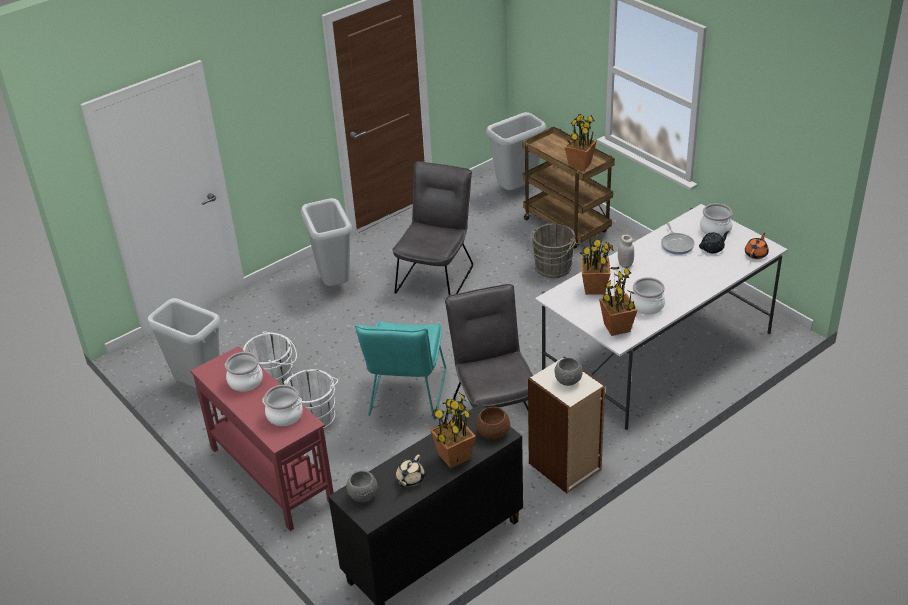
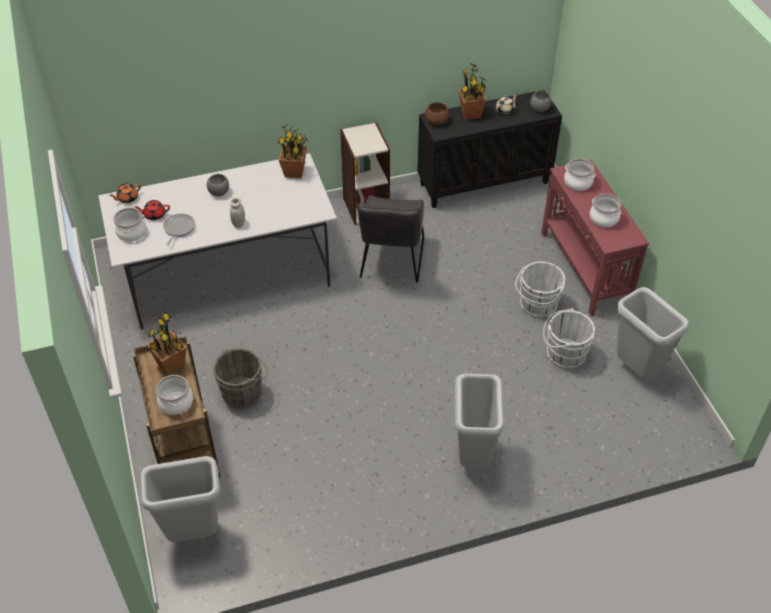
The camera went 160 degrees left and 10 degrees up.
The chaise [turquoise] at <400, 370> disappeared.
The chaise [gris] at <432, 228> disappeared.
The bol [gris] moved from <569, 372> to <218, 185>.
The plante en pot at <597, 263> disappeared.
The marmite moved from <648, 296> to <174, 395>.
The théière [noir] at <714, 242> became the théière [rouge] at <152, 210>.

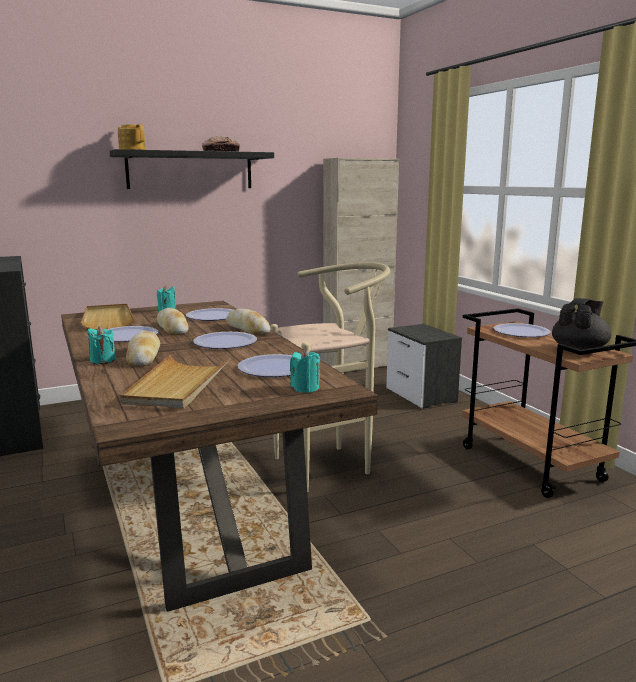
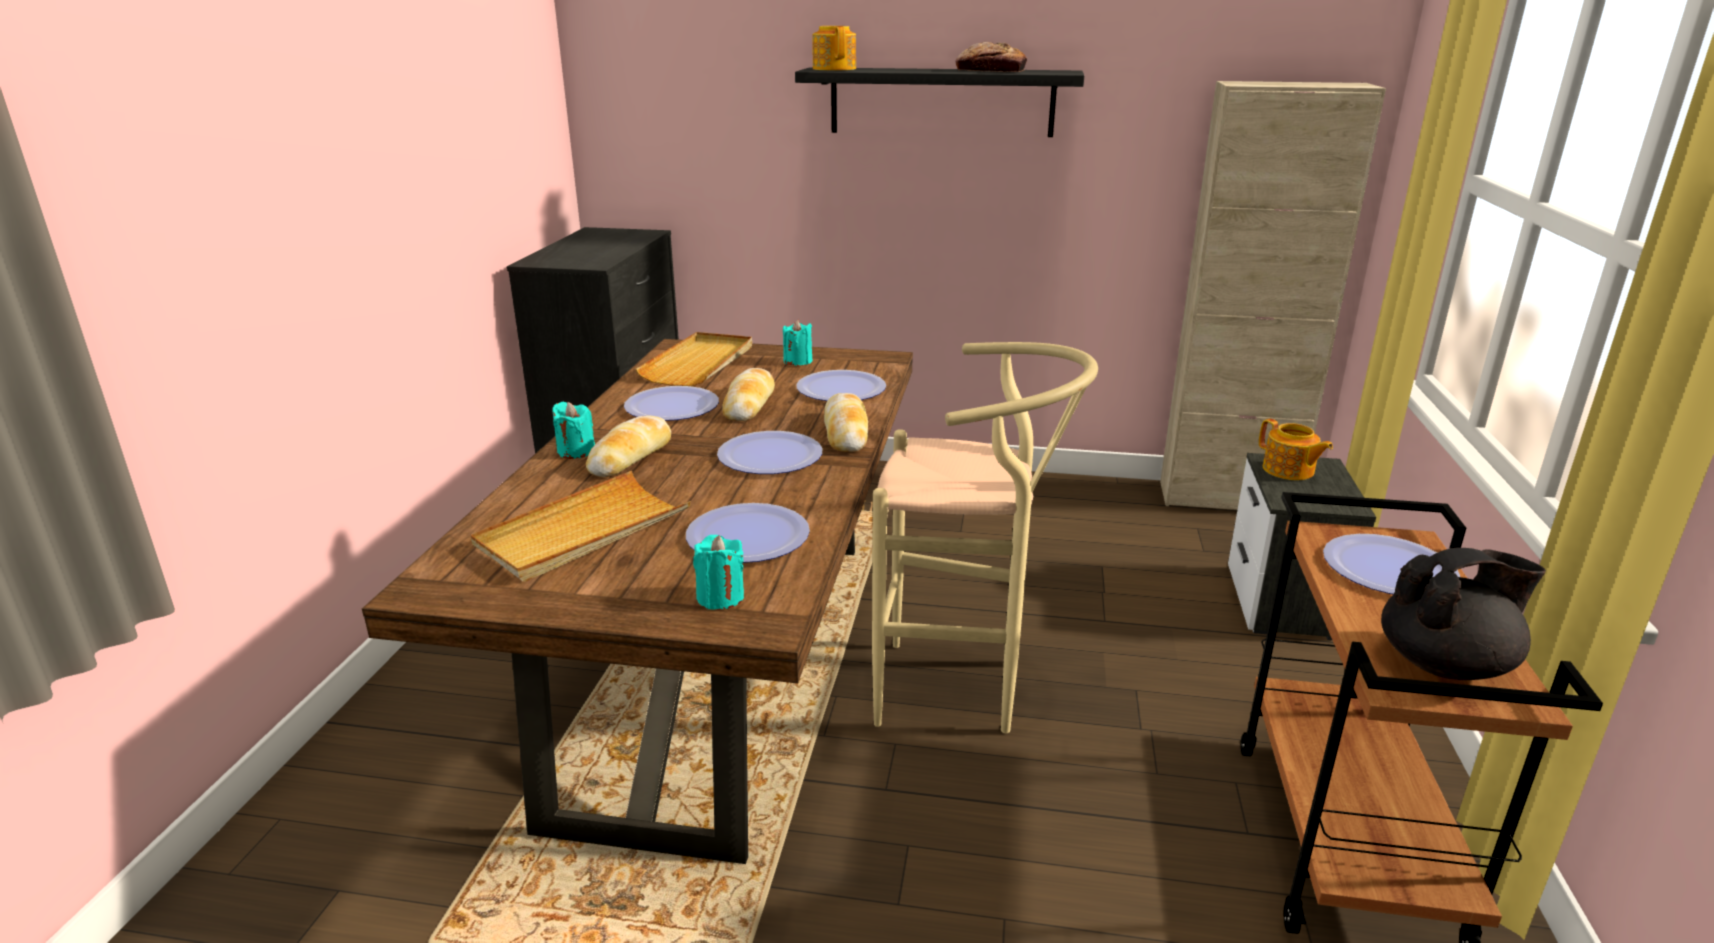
The camera went 35 degrees right and 10 degrees up.
The théière at <1296, 449> appeared.

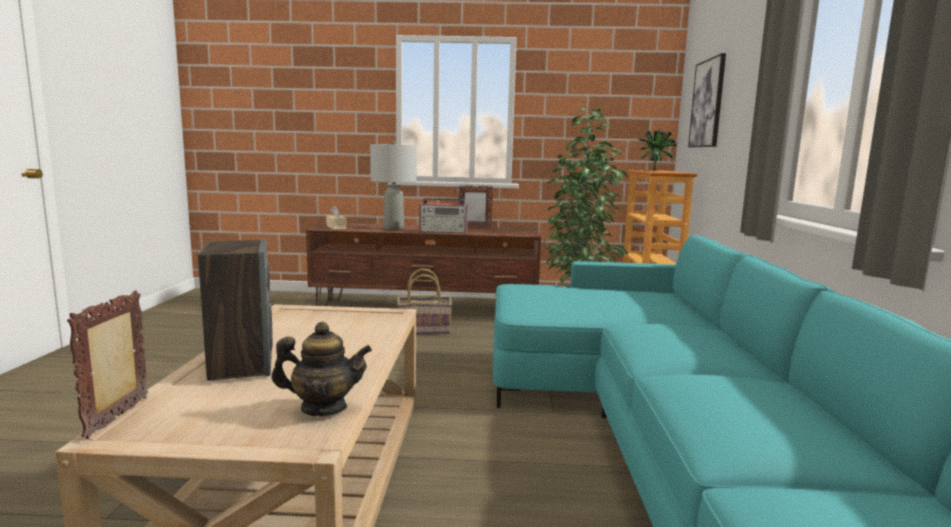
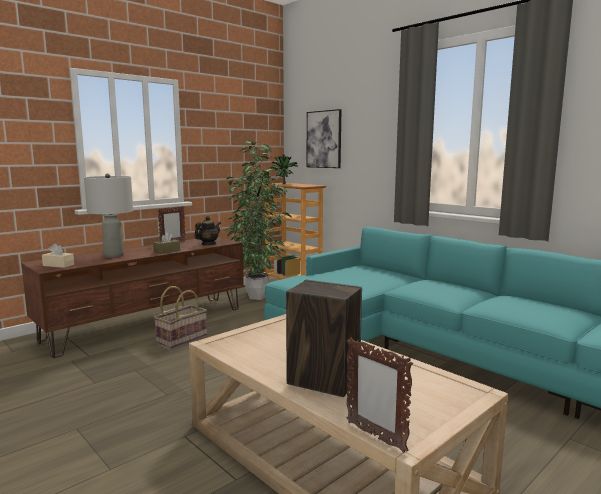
The camera went 45 degrees left and 0 degrees up.
The théière moved from <321, 369> to <207, 230>.
The radio at <443, 216> was replaced by the boîte à mouchoirs [marron] at <166, 243>.

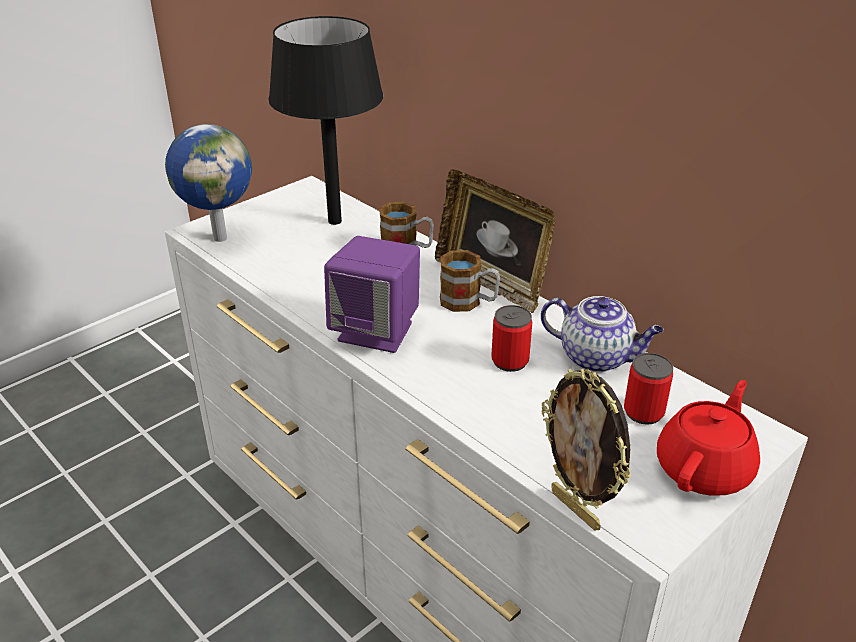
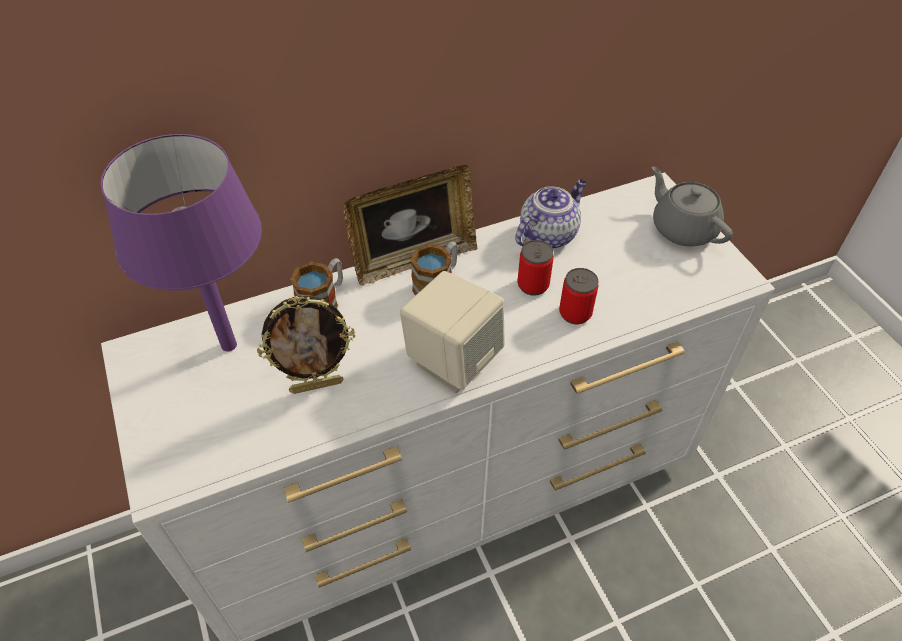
The camera went 70 degrees left and 15 degrees up.
The globe at <208, 183> disappeared.
The lampe de table [noir] at <325, 120> became the lampe de table [violet] at <181, 243>.
The enceinte [violet] at <372, 294> became the enceinte [beige] at <452, 332>.
The cadre photo moved from <586, 450> to <306, 344>.
The boîte métallique moved from <648, 389> to <579, 296>.
The théière [rouge] at <708, 438> became the théière [gris] at <692, 206>.

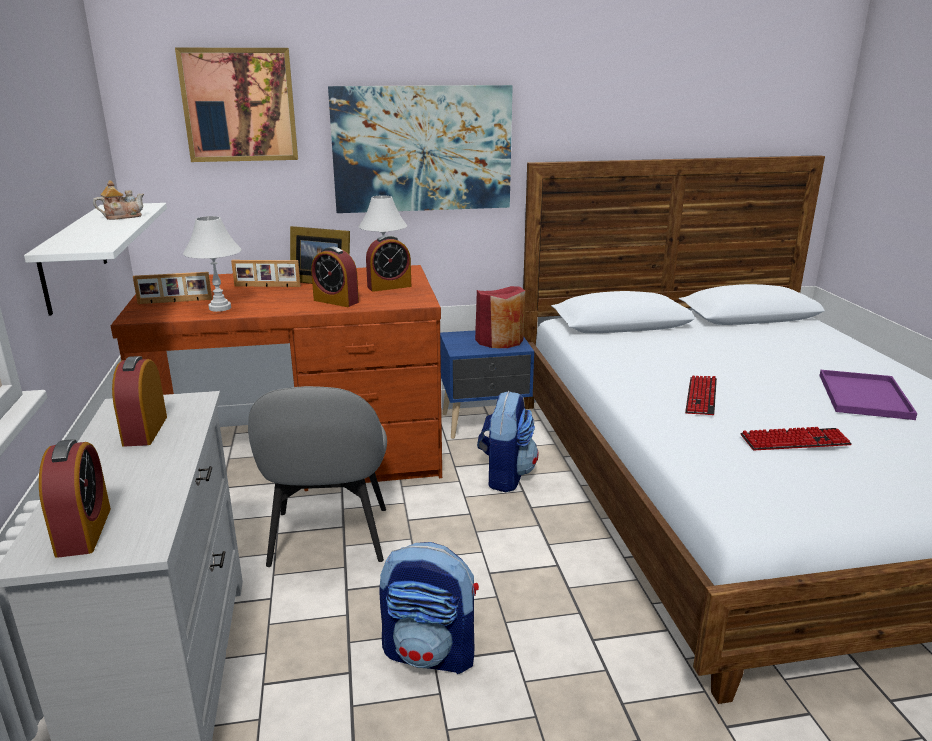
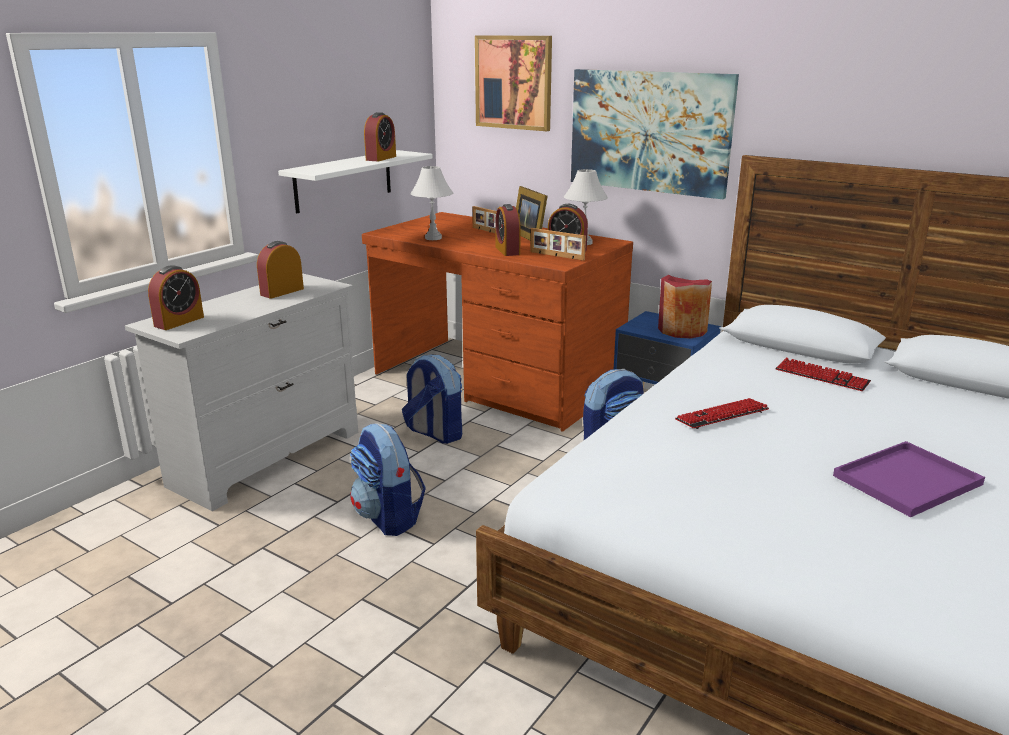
The camera went 45 degrees right and 0 degrees up.
The théière at <118, 200> was replaced by the réveil at <380, 136>.
The cadre photo moved from <172, 288> to <558, 244>.
The chaise [gris] at <317, 476> was replaced by the sac à dos at <432, 399>.
The clavier moved from <796, 438> to <823, 374>.

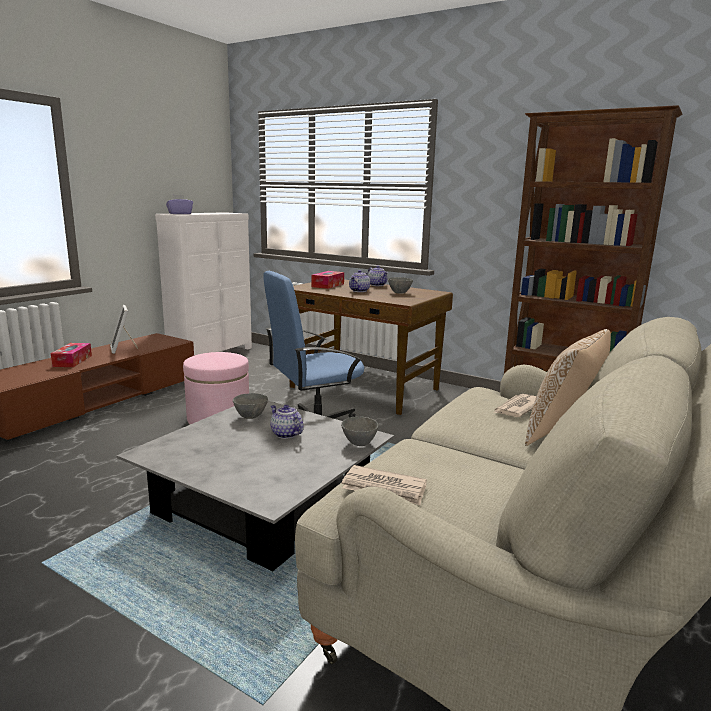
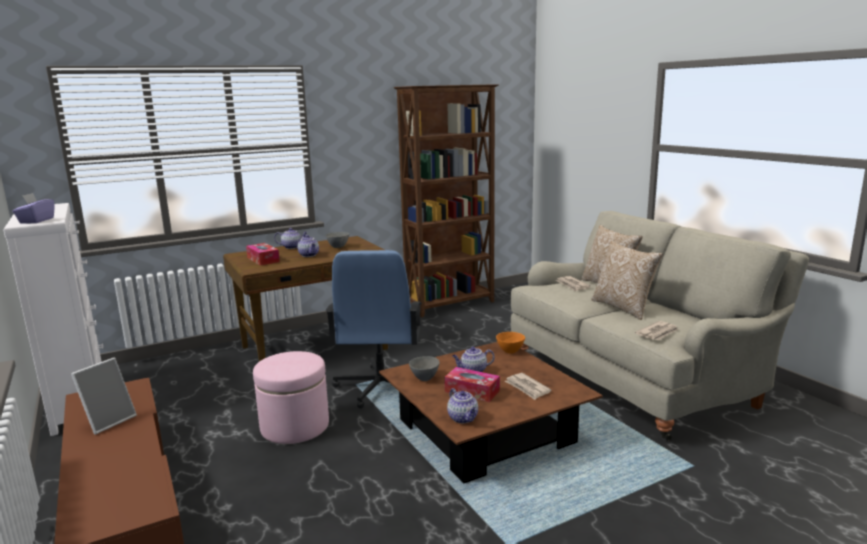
The camera went 60 degrees left and 0 degrees up.
The boîte à mouchoirs moved from <71, 355> to <472, 384>.
The cadre photo at <124, 329> turned 60 degrees counterclockwise.
The table basse [gris] at <255, 486> became the table basse [marron] at <491, 412>.
The bol [gris] at <360, 431> became the bol [orange] at <510, 343>.
The théière at <462, 405> appeared.
The journal at <528, 386> appeared.
The coussin at <627, 280> appeared.

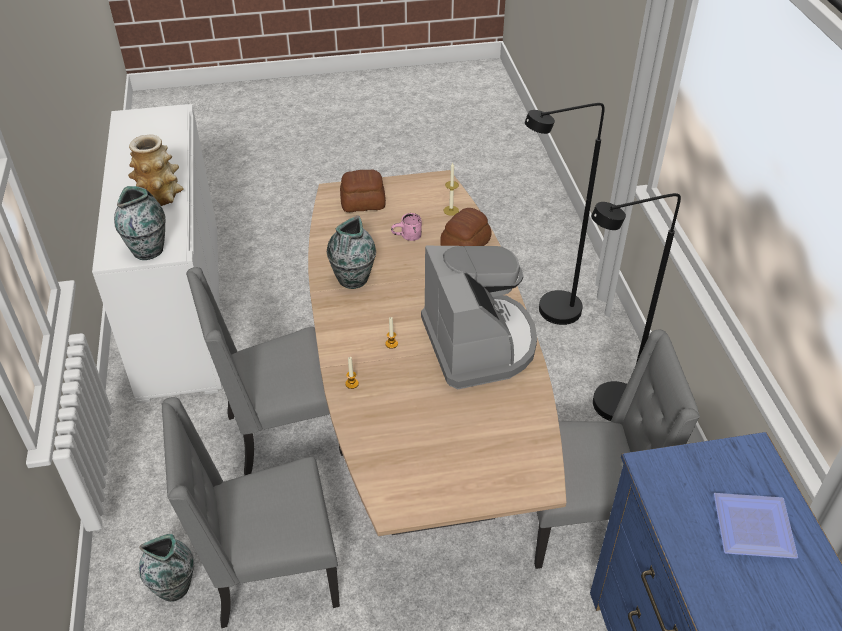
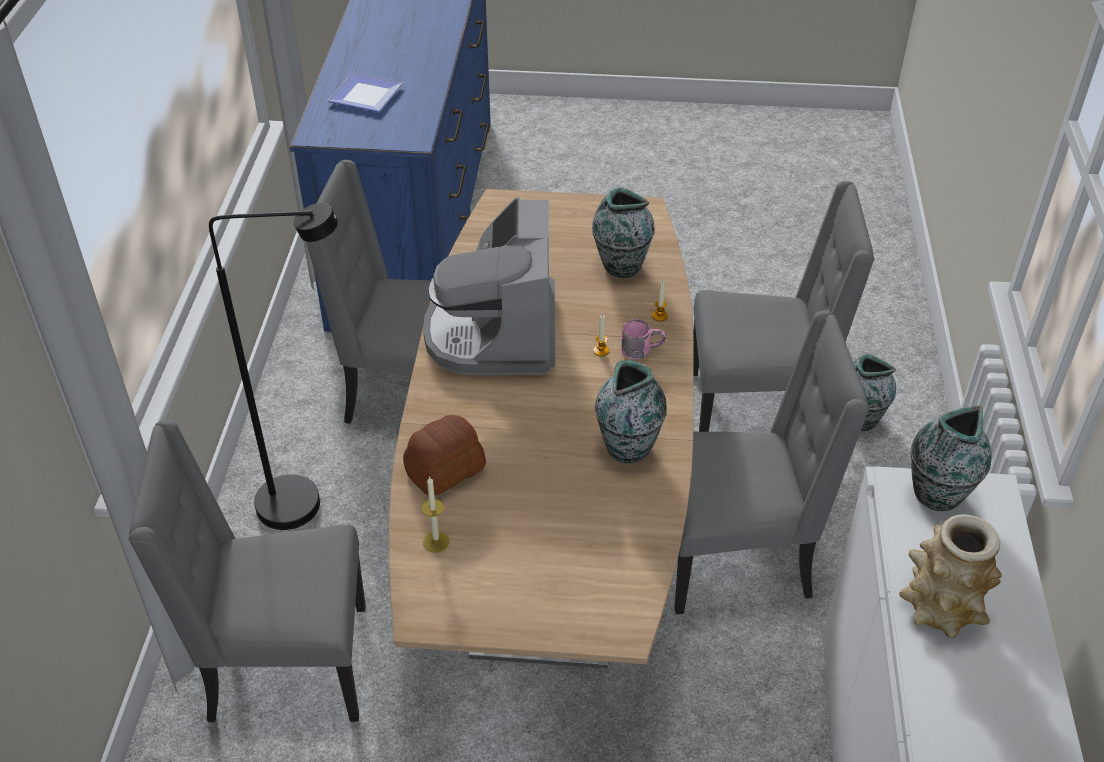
The camera went 165 degrees left and 0 degrees up.
The pain at <363, 190> disappeared.
The mug [rose] moved from <406, 227> to <643, 339>.
The lampadaire [noir] at <565, 214> was replaced by the chaise [gris] at <247, 571>.
The vase at <623, 232> appeared.

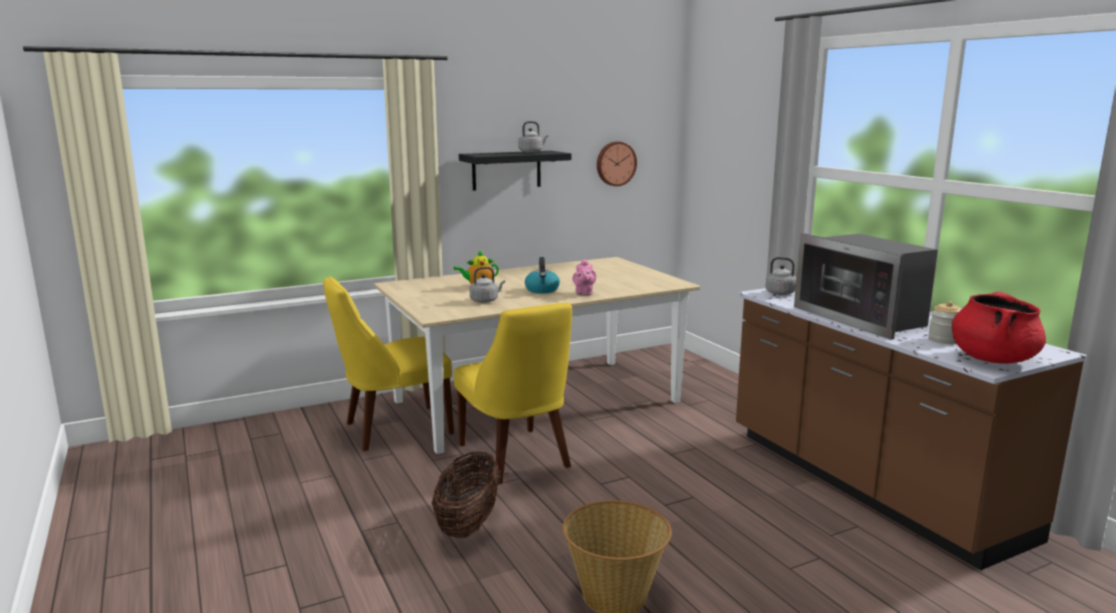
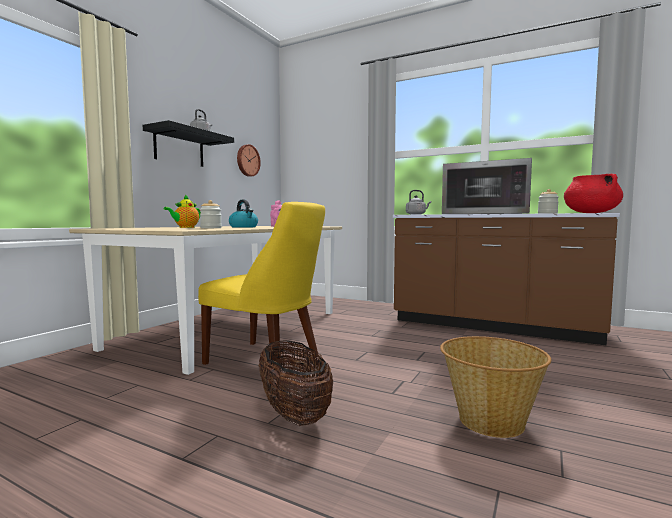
The camera went 35 degrees left and 10 degrees down.
The chaise [jaune] at <388, 364> disappeared.
The bouilloire [gris] at <487, 285> was replaced by the bocal at <211, 214>.

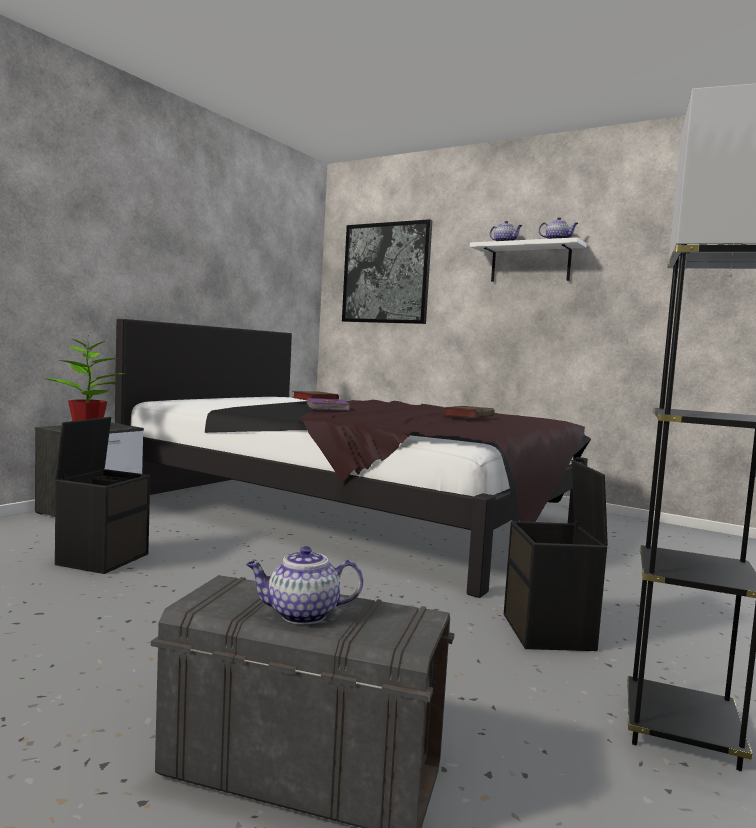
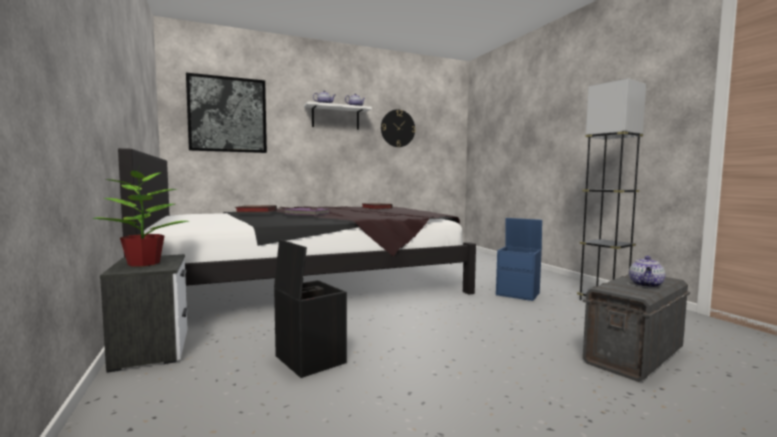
The camera went 55 degrees left and 0 degrees up.
The boîte de rangement [noir] at <556, 555> became the boîte de rangement [bleu] at <519, 259>.
The horloge murale at <398, 128> appeared.

